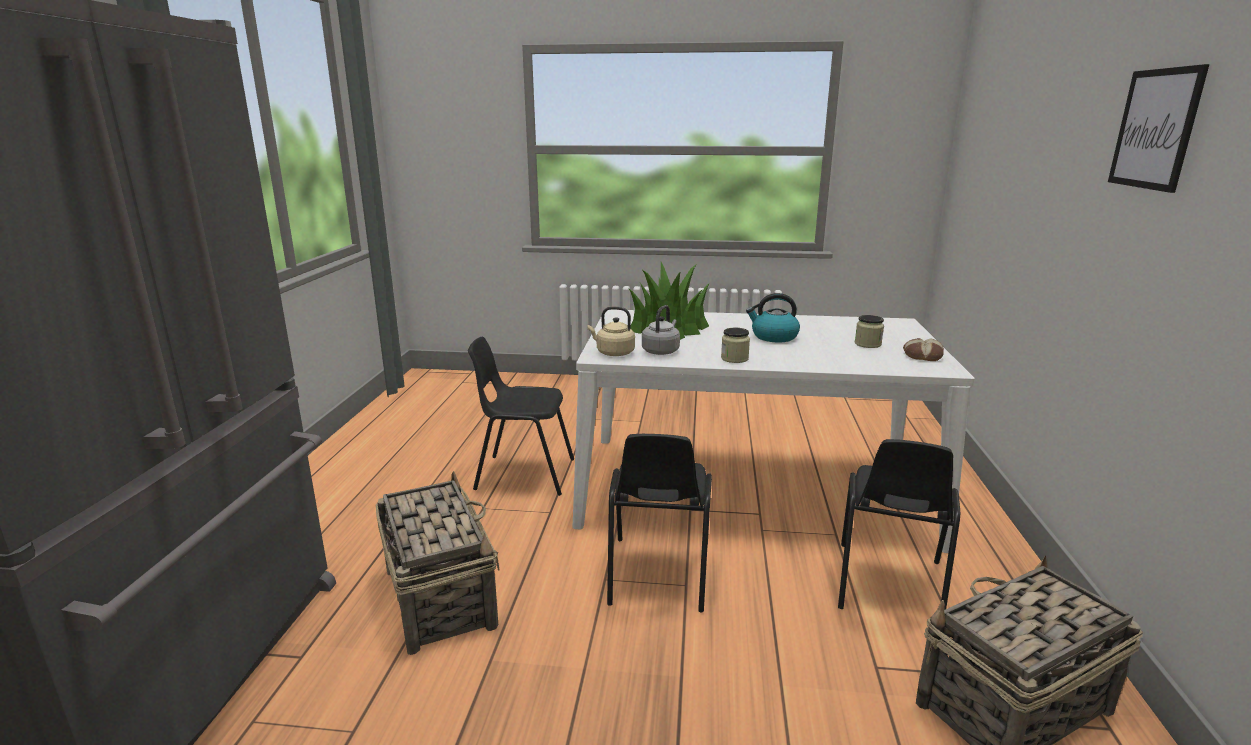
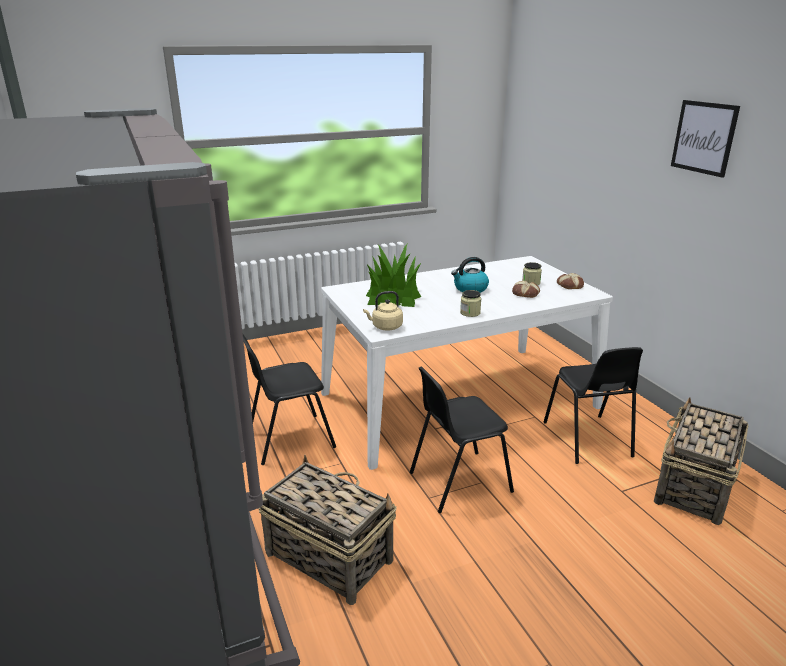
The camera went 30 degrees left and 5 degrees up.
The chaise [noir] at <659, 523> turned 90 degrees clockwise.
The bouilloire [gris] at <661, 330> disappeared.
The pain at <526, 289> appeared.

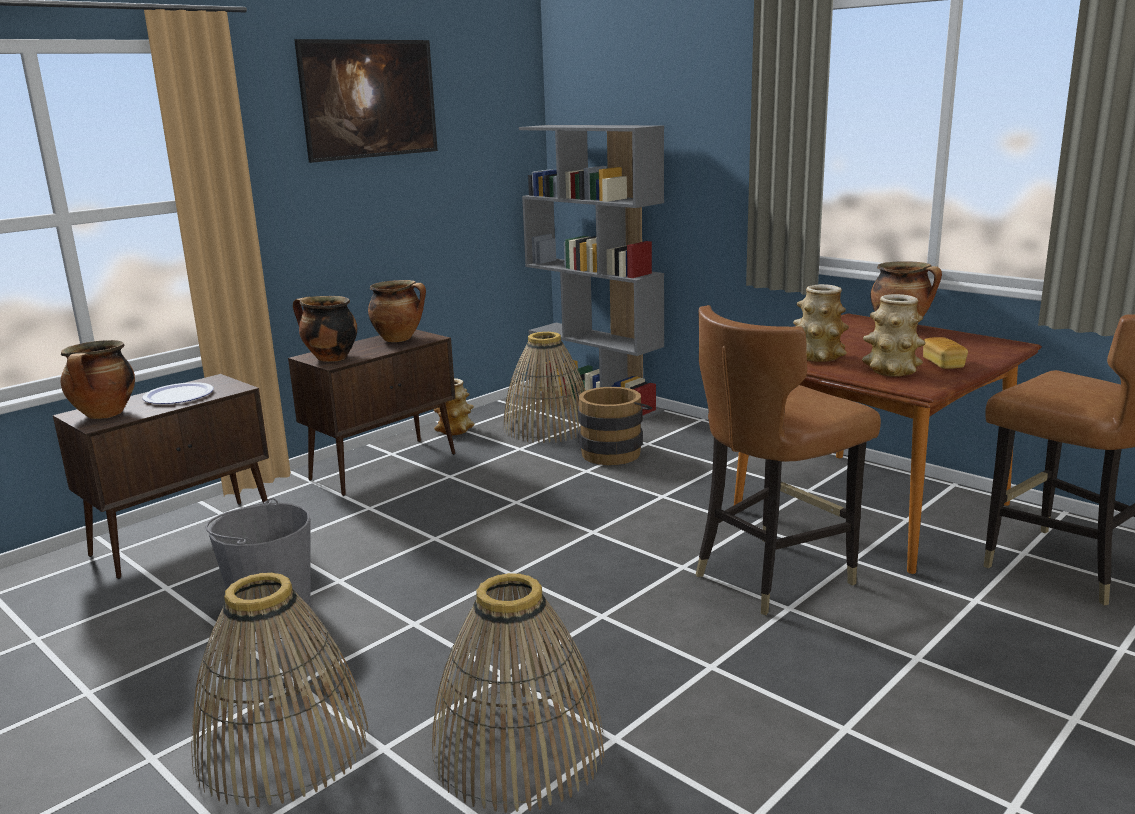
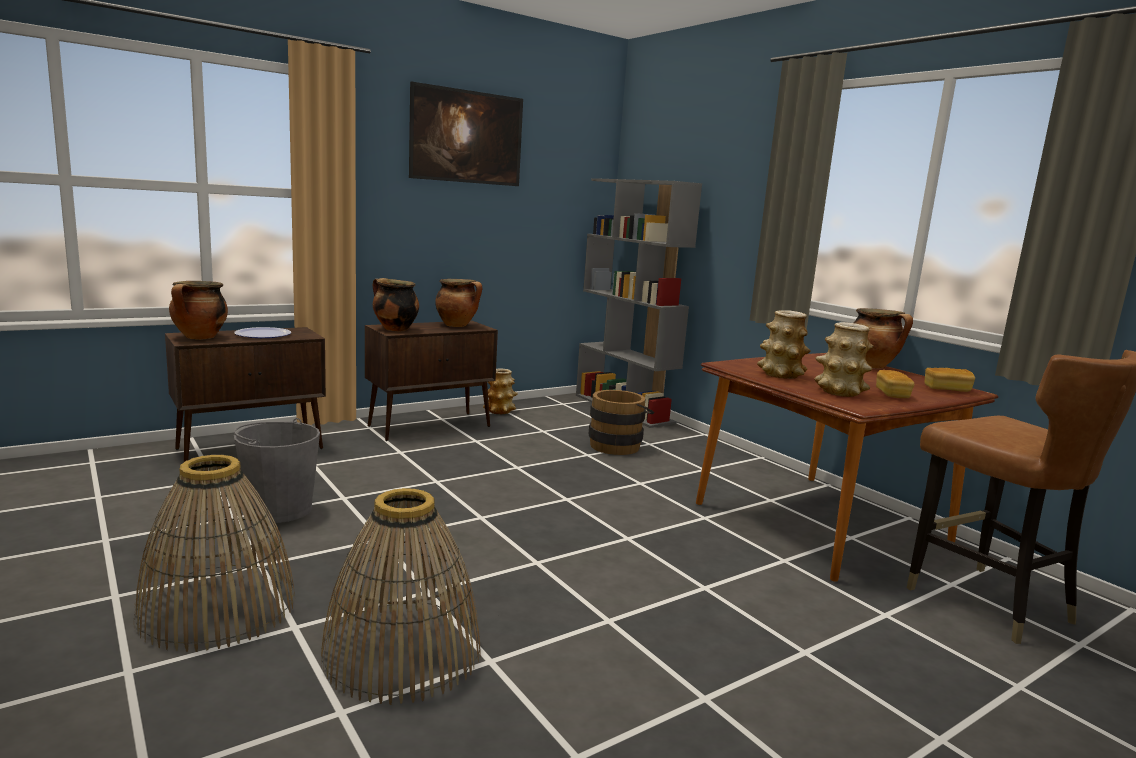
The camera went 10 degrees right and 5 degrees down.
The panier at <545, 387> disappeared.
The chaise [marron] at <788, 460> disappeared.
The pain at <949, 380> appeared.

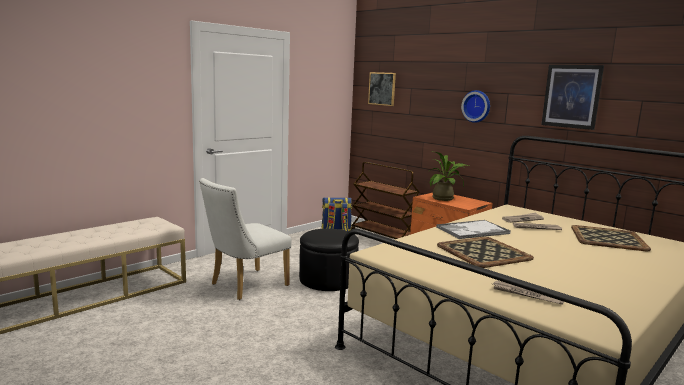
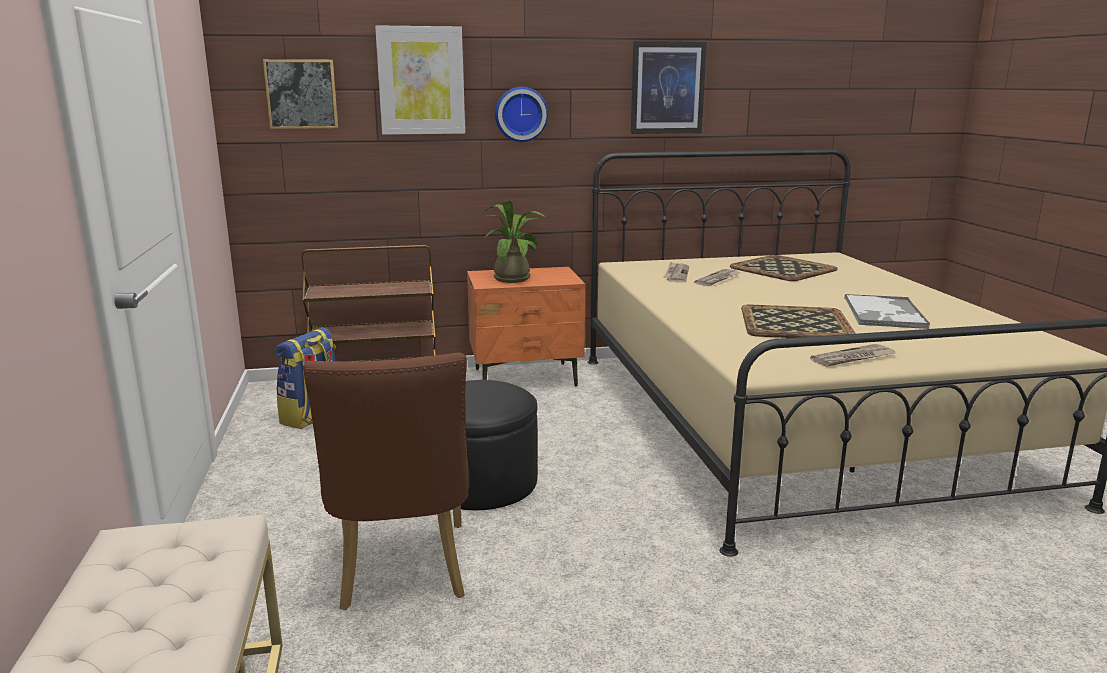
The camera went 55 degrees left and 5 degrees up.
The chaise [blanc] at <245, 239> became the chaise [marron] at <386, 481>.
The plateau moved from <473, 229> to <887, 311>.
The journal moved from <528, 293> to <852, 355>.
The tableau at <420, 80> appeared.

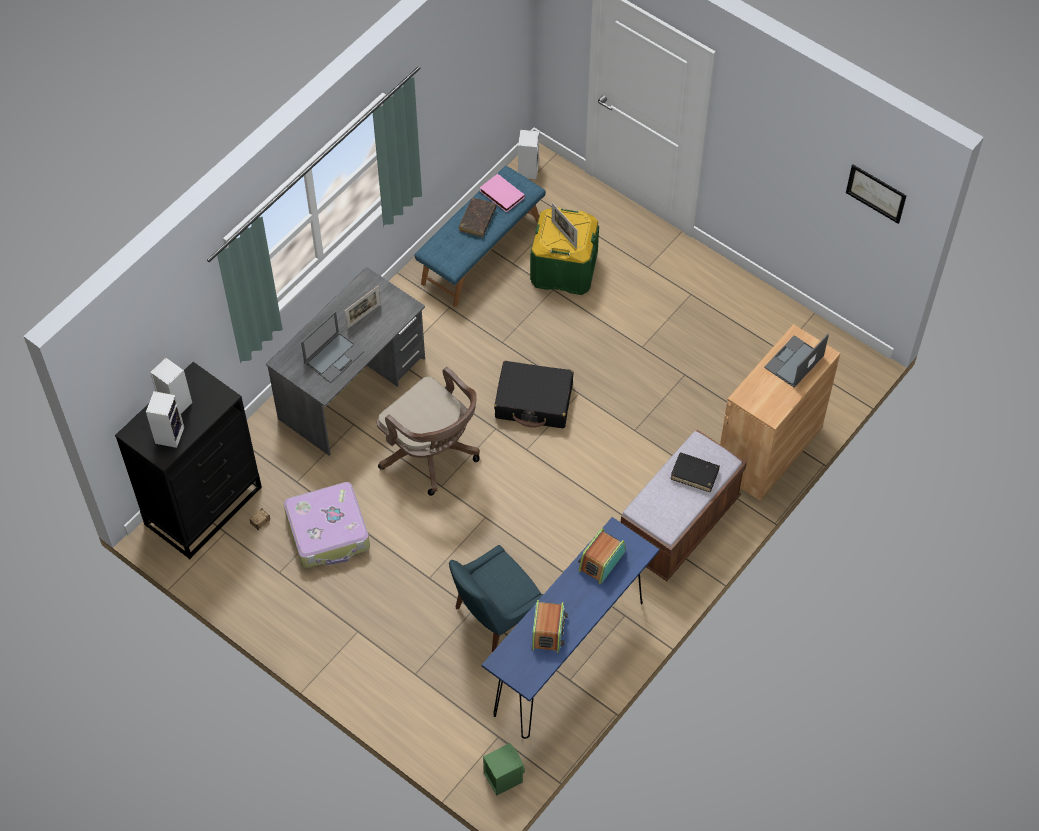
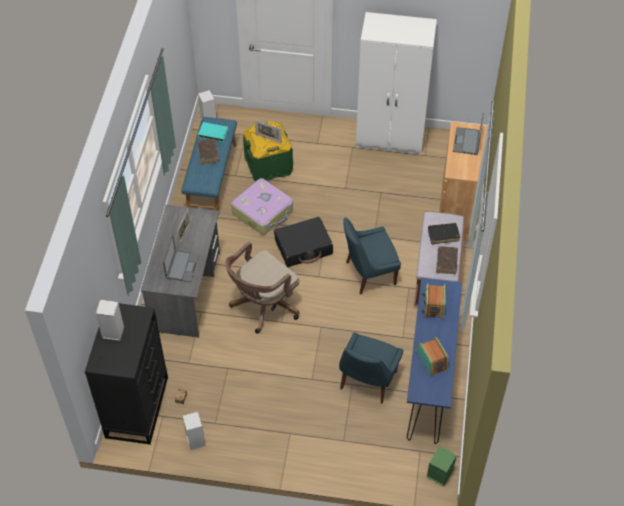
The camera went 30 degrees left and 5 degrees down.
The enceinte moved from <165, 419> to <194, 431>.
The valise moved from <327, 525> to <262, 206>.
The chaise de bureau [marron] at <428, 431> turned 120 degrees clockwise.
The livre [rose] at <502, 193> became the livre [turquoise] at <213, 132>.
The tableau at <876, 194> disappeared.
The chaise [bleu] at <372, 255> appeared.
The armoire [blanc] at <396, 83> appeared.
The livre [marron] at <447, 260> appeared.

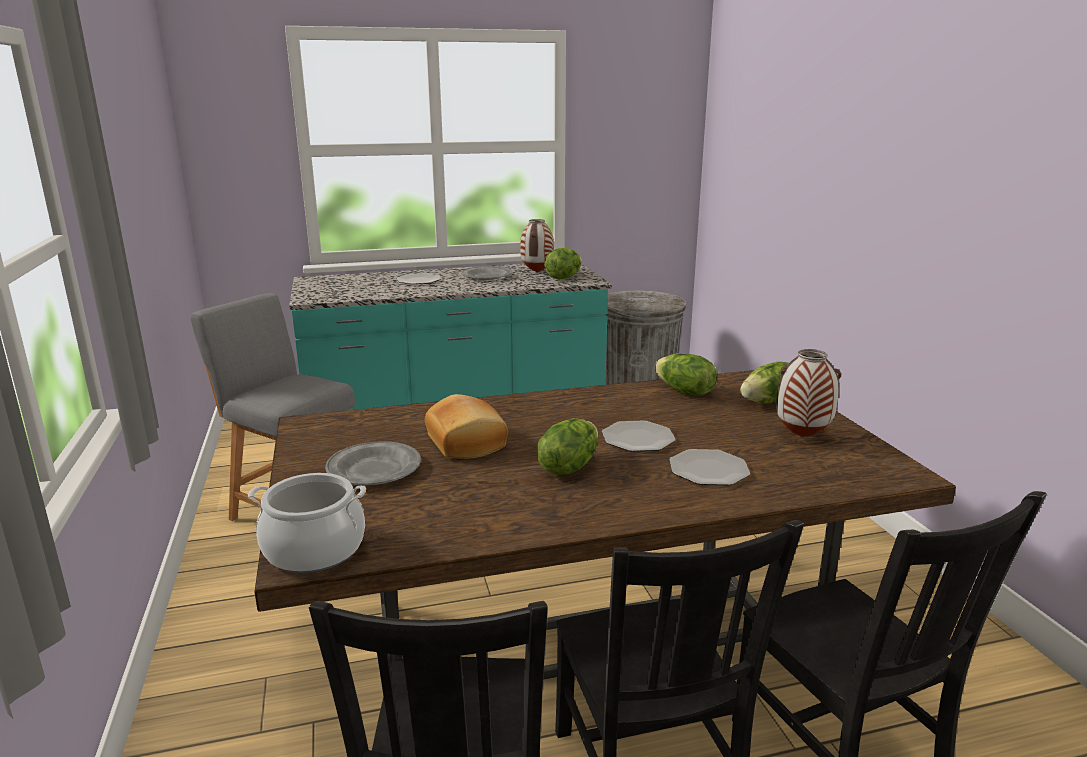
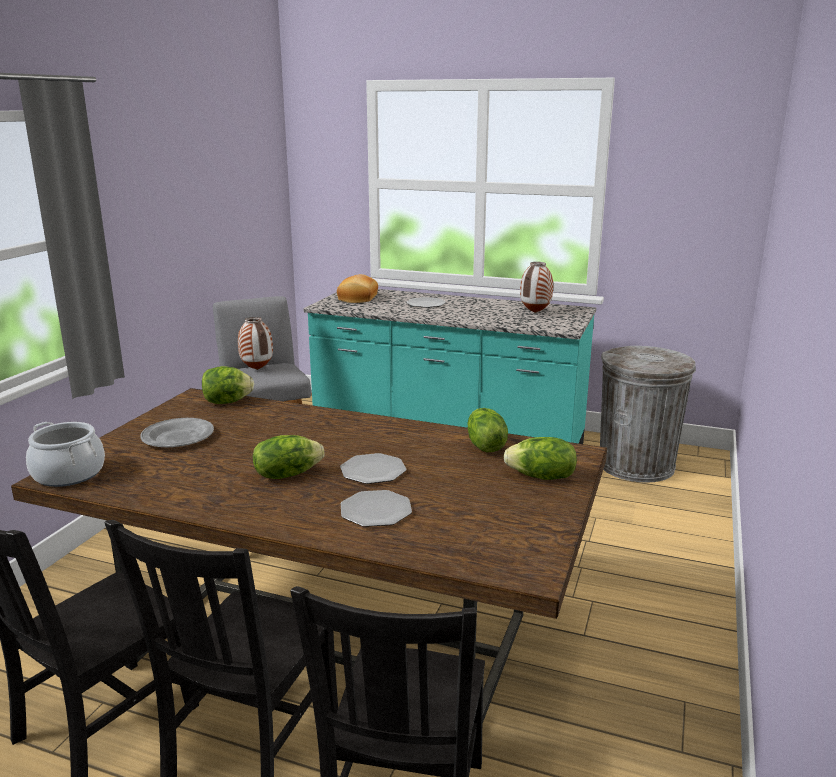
The camera went 35 degrees right and 0 degrees up.
The pain moved from <466, 426> to <357, 288>.
The assiette [gris] at <486, 273> disappeared.
The laitue moved from <563, 263> to <228, 385>.
The vase moved from <808, 393> to <255, 343>.

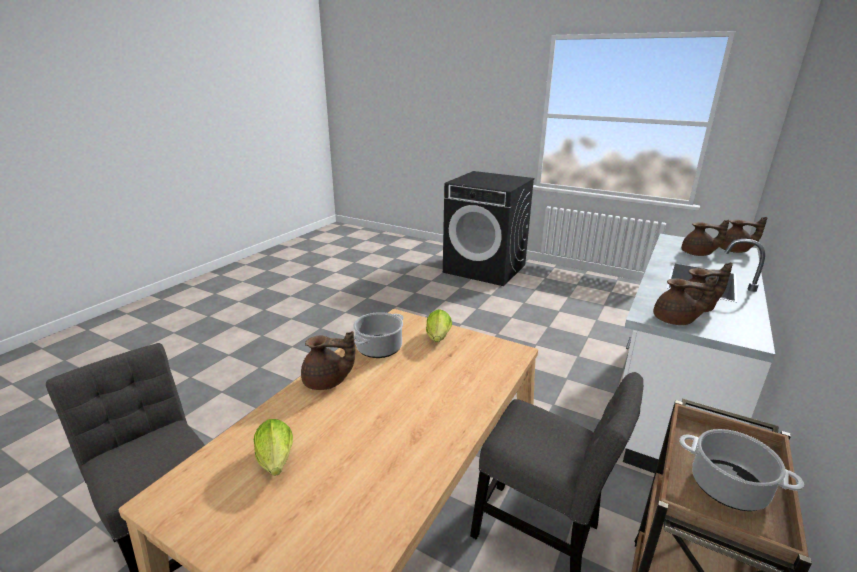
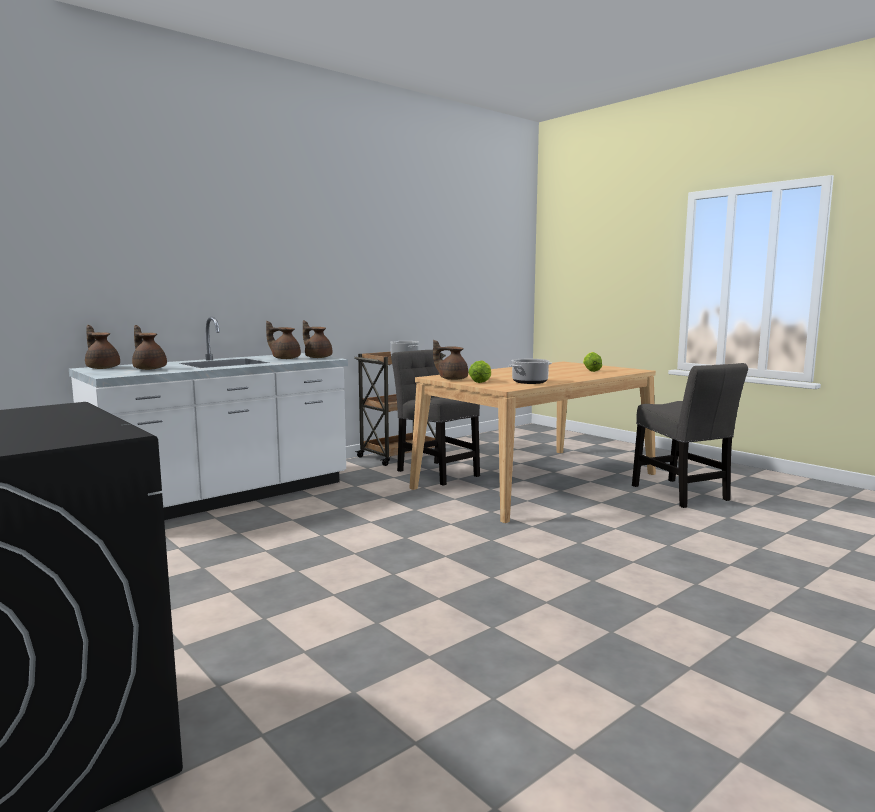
The camera went 160 degrees left and 15 degrees down.
The théière [marron] moved from <328, 360> to <450, 360>.

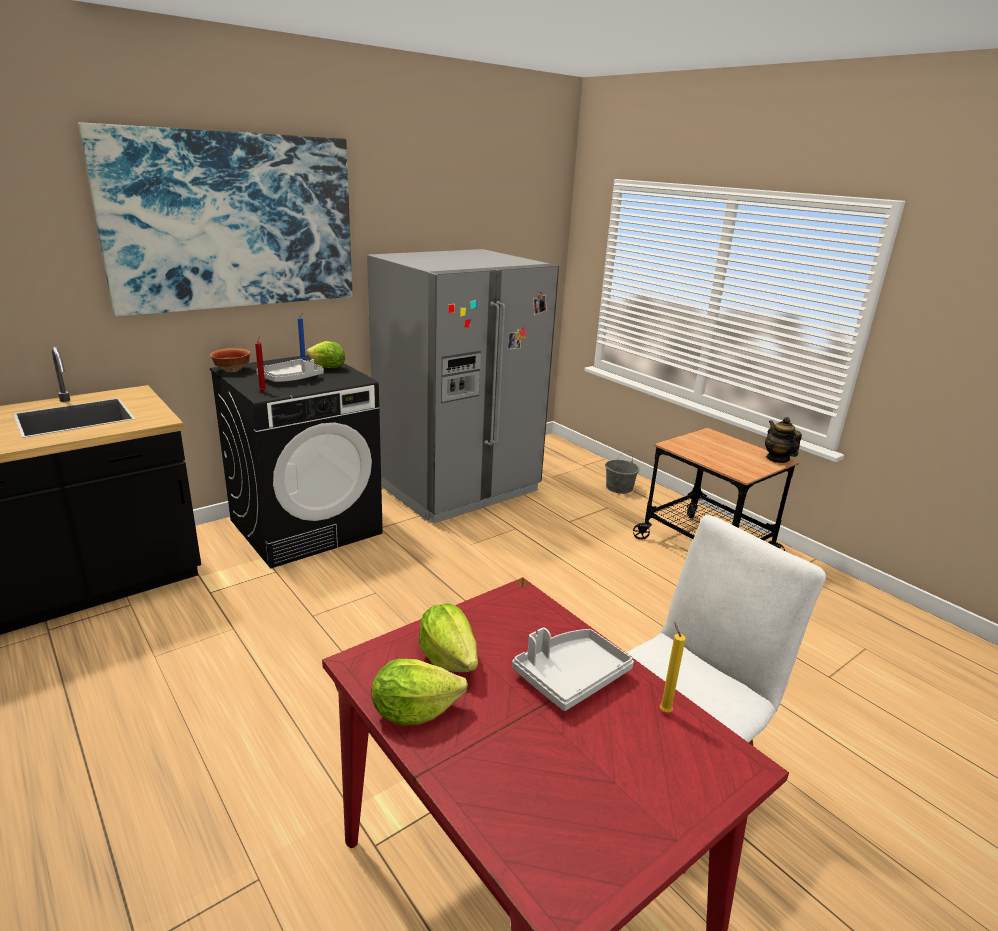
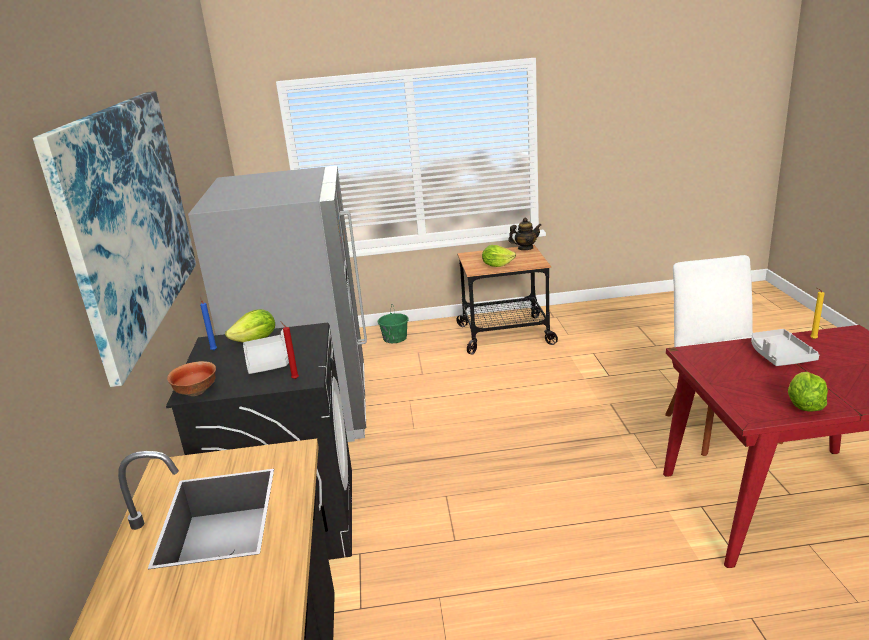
The camera went 55 degrees left and 0 degrees up.
The laitue moved from <448, 637> to <499, 256>.
The seau [gris] at <622, 472> became the seau [vert] at <393, 324>.
The théière at <783, 440> turned 150 degrees clockwise.

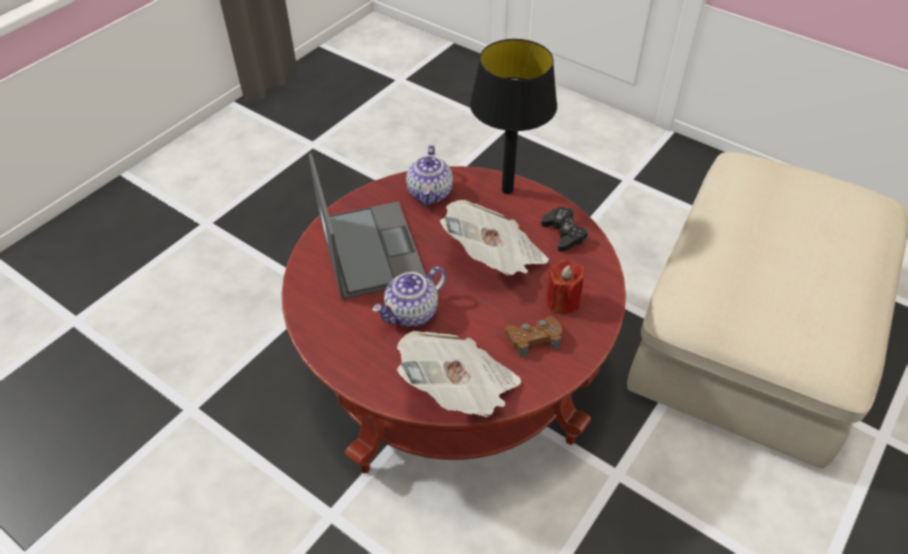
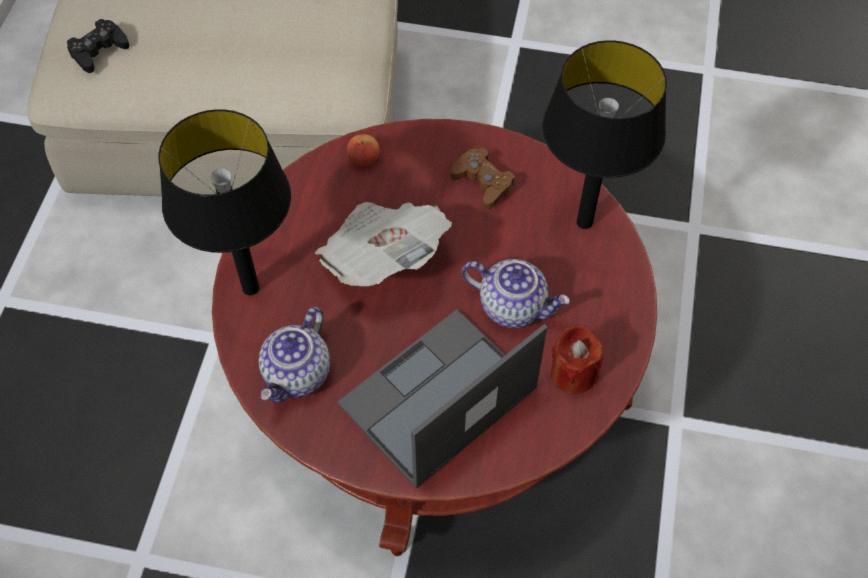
The camera went 115 degrees left and 10 degrees up.
The journal at <459, 374> was replaced by the lampe de table [noir] at <604, 134>.
The théière at <429, 175> turned 135 degrees clockwise.
The manette [noir] moved from <564, 229> to <98, 46>.
The bougie [rouge] moved from <565, 287> to <577, 359>.
The pomme at <363, 150> appeared.

